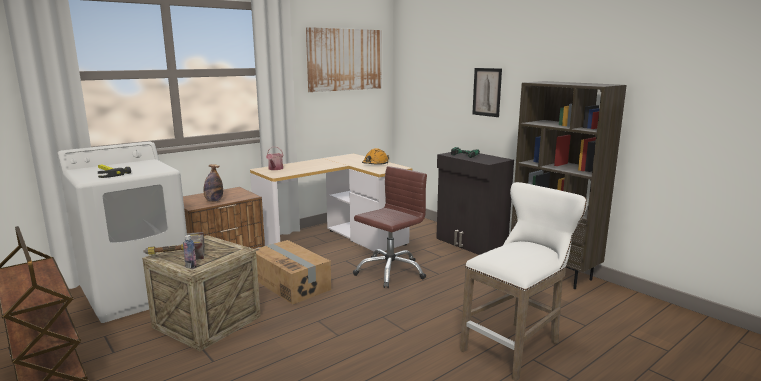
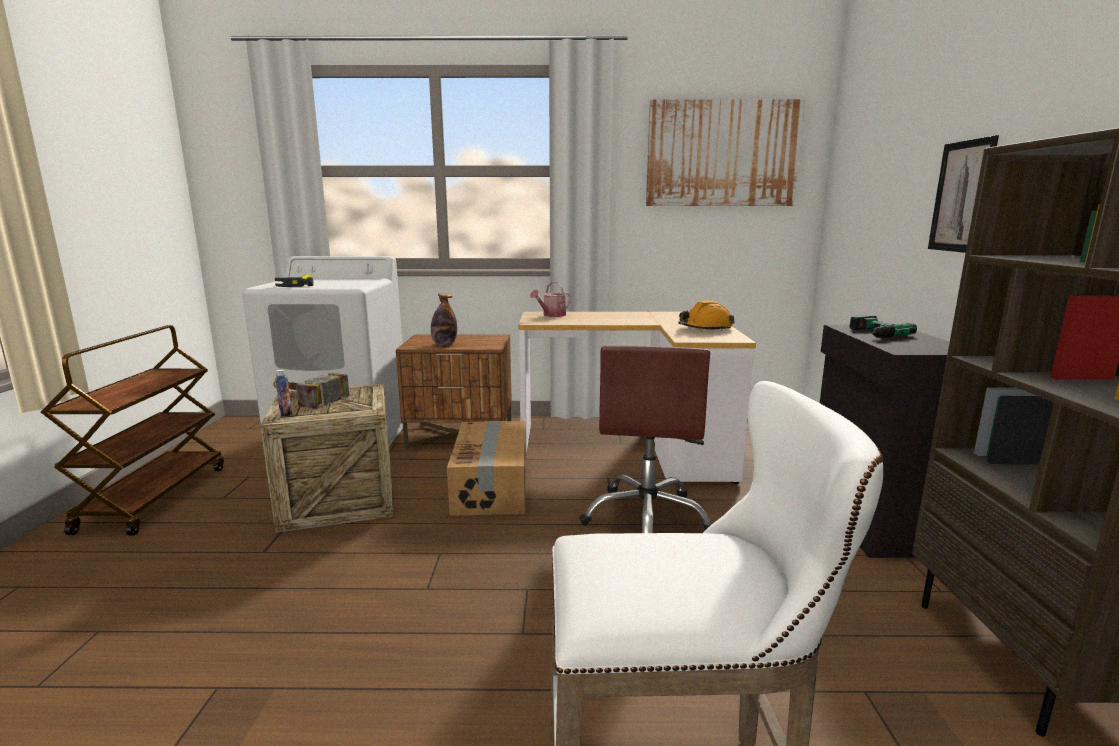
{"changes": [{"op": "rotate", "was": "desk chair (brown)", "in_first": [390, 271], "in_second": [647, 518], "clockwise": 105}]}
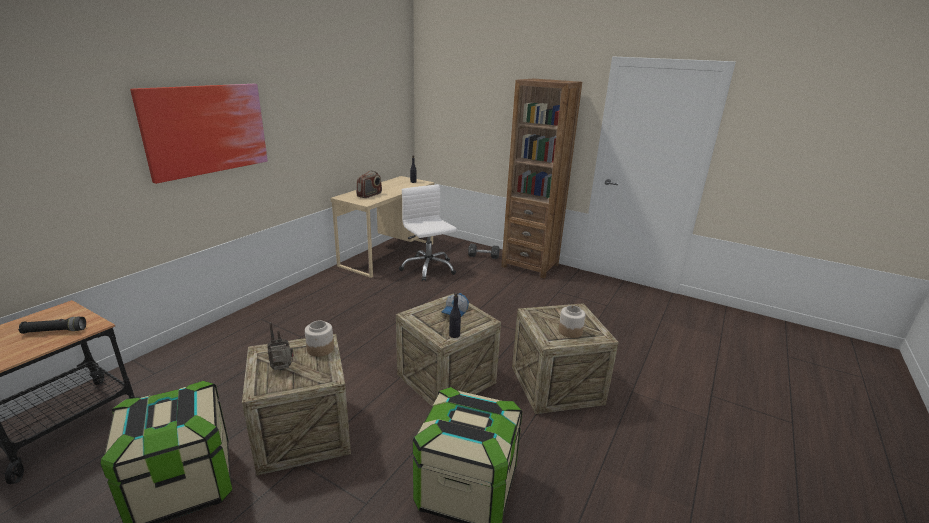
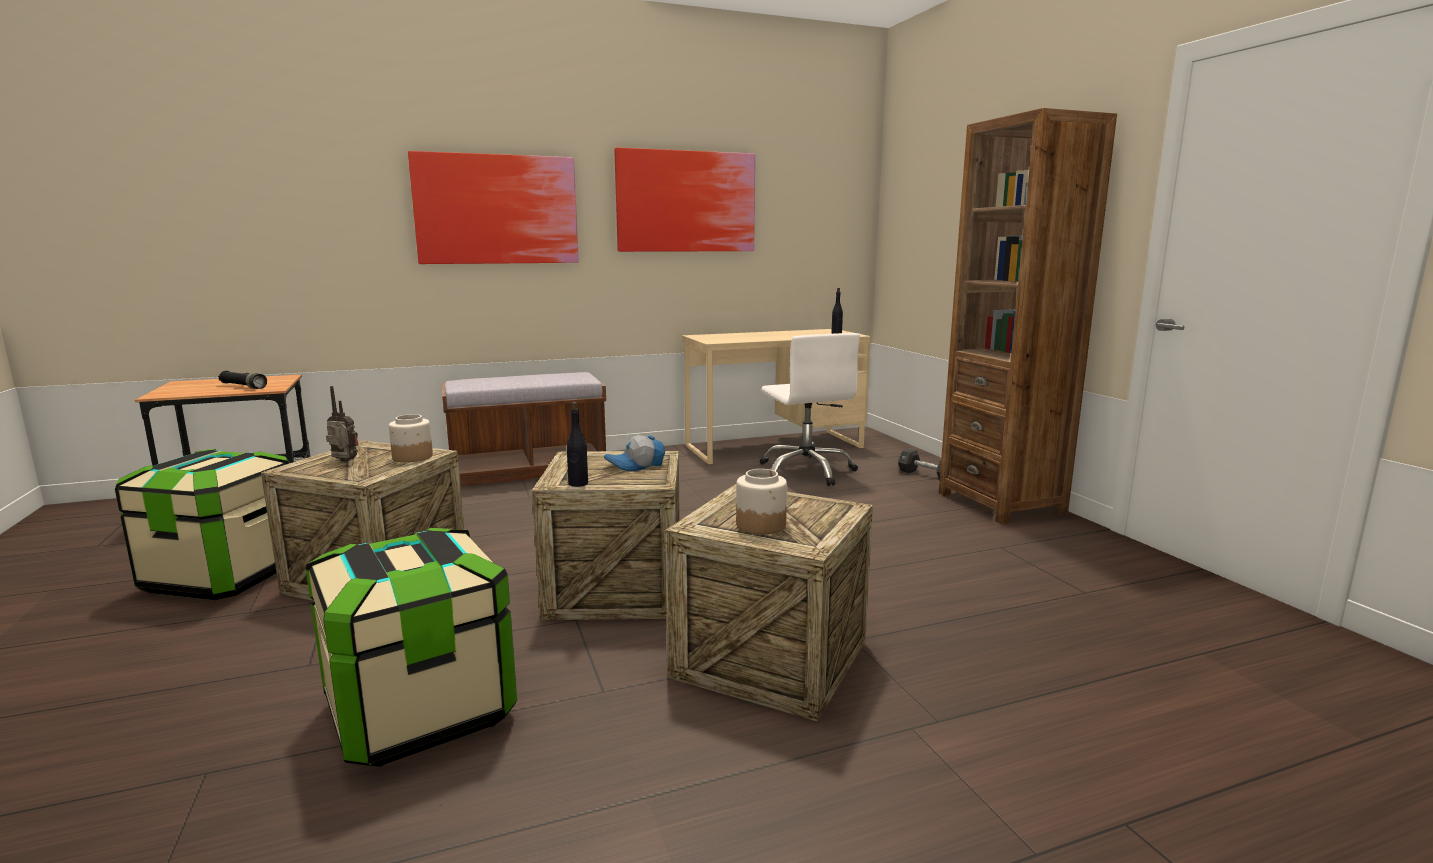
{"changes": [{"op": "delete", "was": "radio receiver", "in_first": [369, 195]}, {"op": "rotate", "was": "desk chair (whitish)", "in_first": [428, 268], "in_second": [806, 471], "clockwise": 150}, {"op": "insert", "now": "wall picture", "in_second": [686, 202]}, {"op": "insert", "now": "indoor bench (brown)", "in_second": [528, 470]}]}
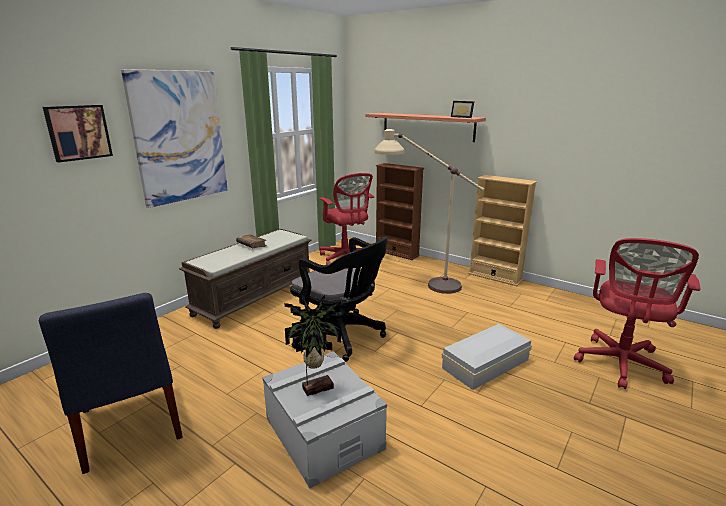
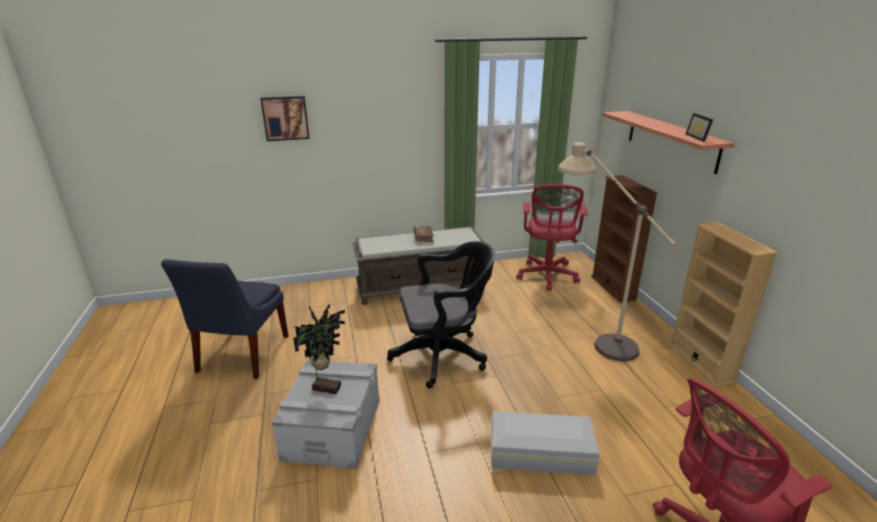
{"changes": [{"op": "delete", "was": "wall picture", "in_first": [179, 137]}, {"op": "rotate", "was": "desk chair (black)", "in_first": [341, 336], "in_second": [443, 355], "clockwise": -90}]}
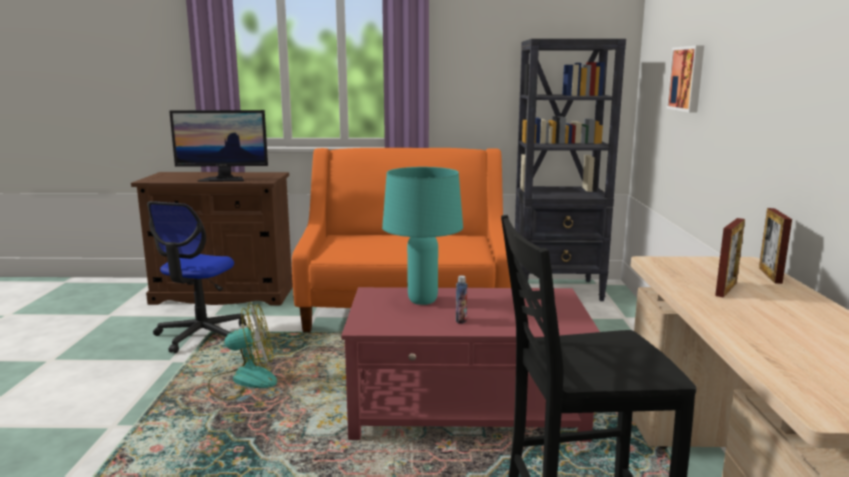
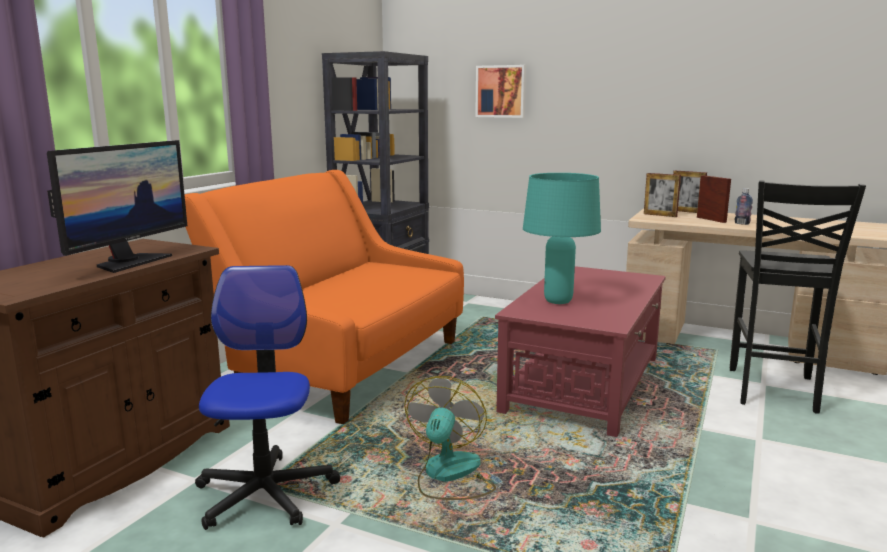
{"changes": [{"op": "rotate", "was": "desk chair", "in_first": [201, 335], "in_second": [265, 493], "clockwise": -135}, {"op": "move", "was": "beverage bottle", "in_first": [461, 320], "in_second": [742, 223]}, {"op": "insert", "now": "photo frame", "in_second": [660, 215]}]}
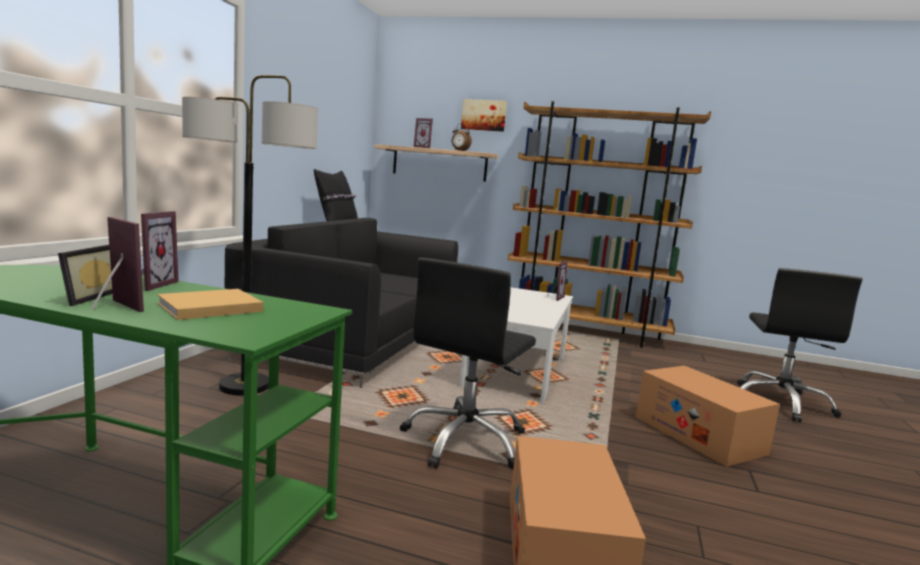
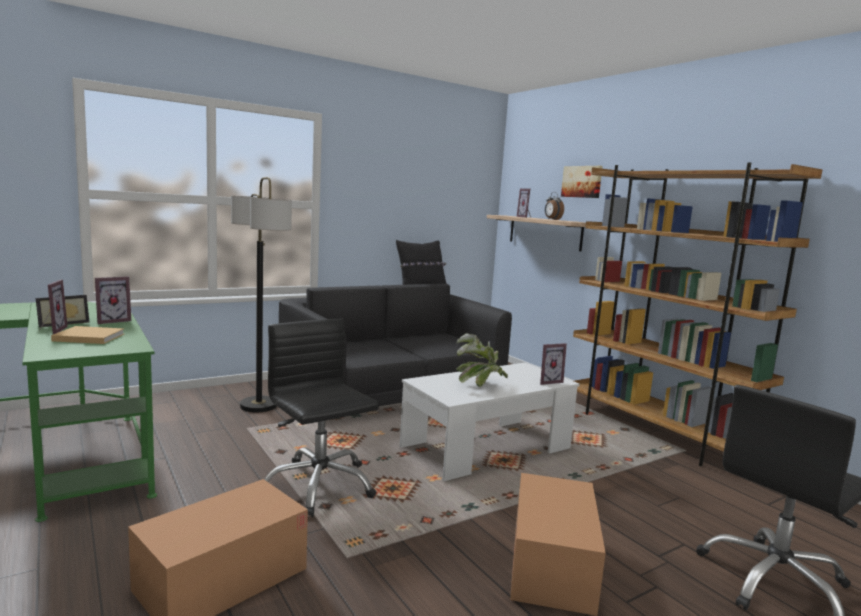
{"changes": [{"op": "rotate", "was": "desk chair (black)", "in_first": [465, 441], "in_second": [318, 486], "clockwise": 75}, {"op": "insert", "now": "plant in a pot", "in_second": [479, 384]}]}
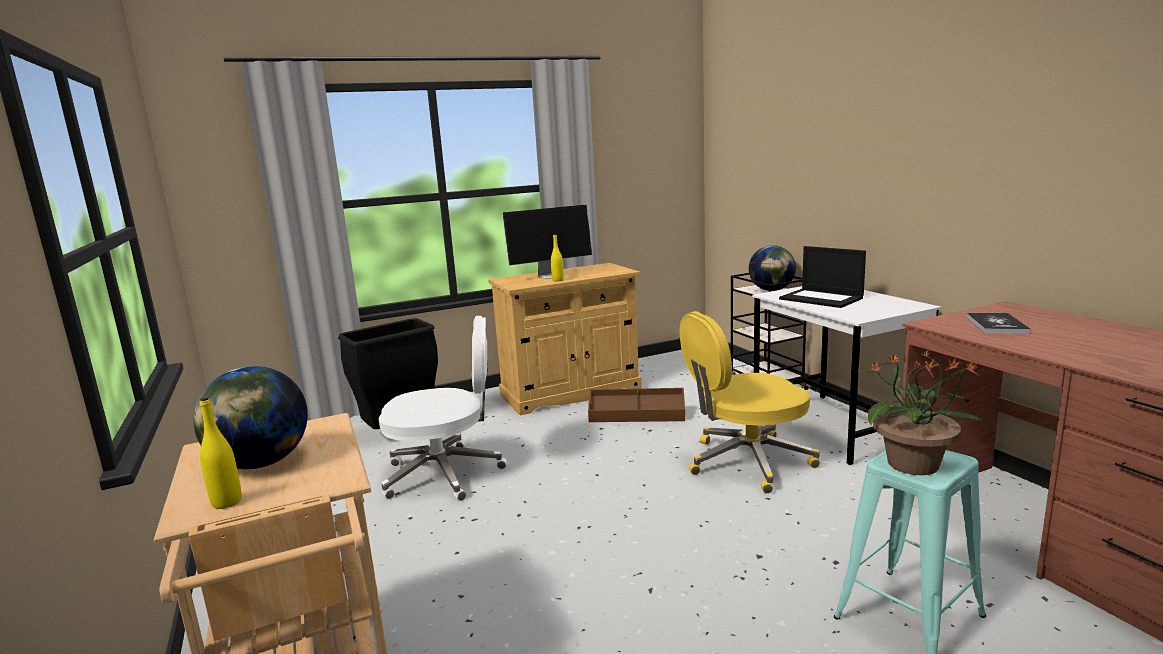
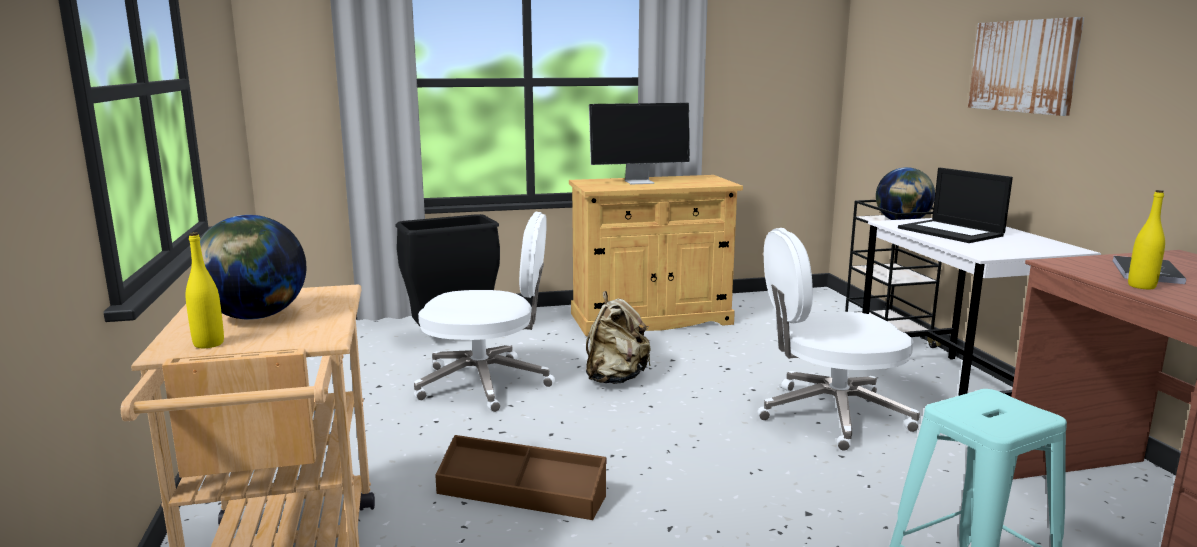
{"changes": [{"op": "move", "was": "beverage bottle (yellow)", "in_first": [558, 280], "in_second": [1141, 286]}, {"op": "recolor", "was": "desk chair (yellow)", "now": "desk chair (whitish)", "in_first": [746, 462], "in_second": [830, 415]}, {"op": "delete", "was": "plant in a pot", "in_first": [914, 465]}, {"op": "move", "was": "storage box (brown)", "in_first": [636, 416], "in_second": [522, 493]}, {"op": "insert", "now": "wall picture", "in_second": [1024, 66]}, {"op": "insert", "now": "backpack (beige-coloured)", "in_second": [615, 379]}]}
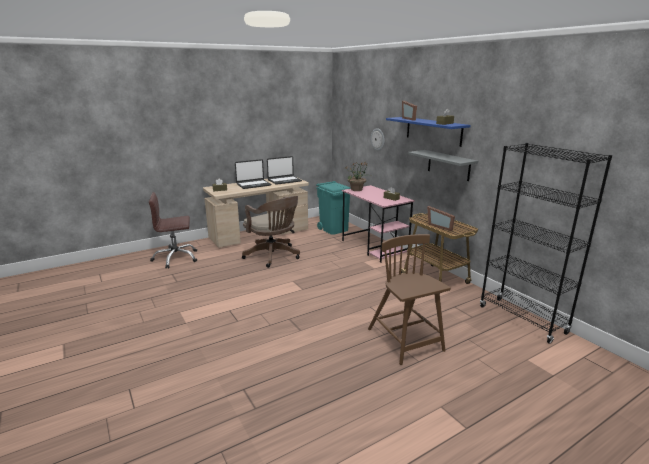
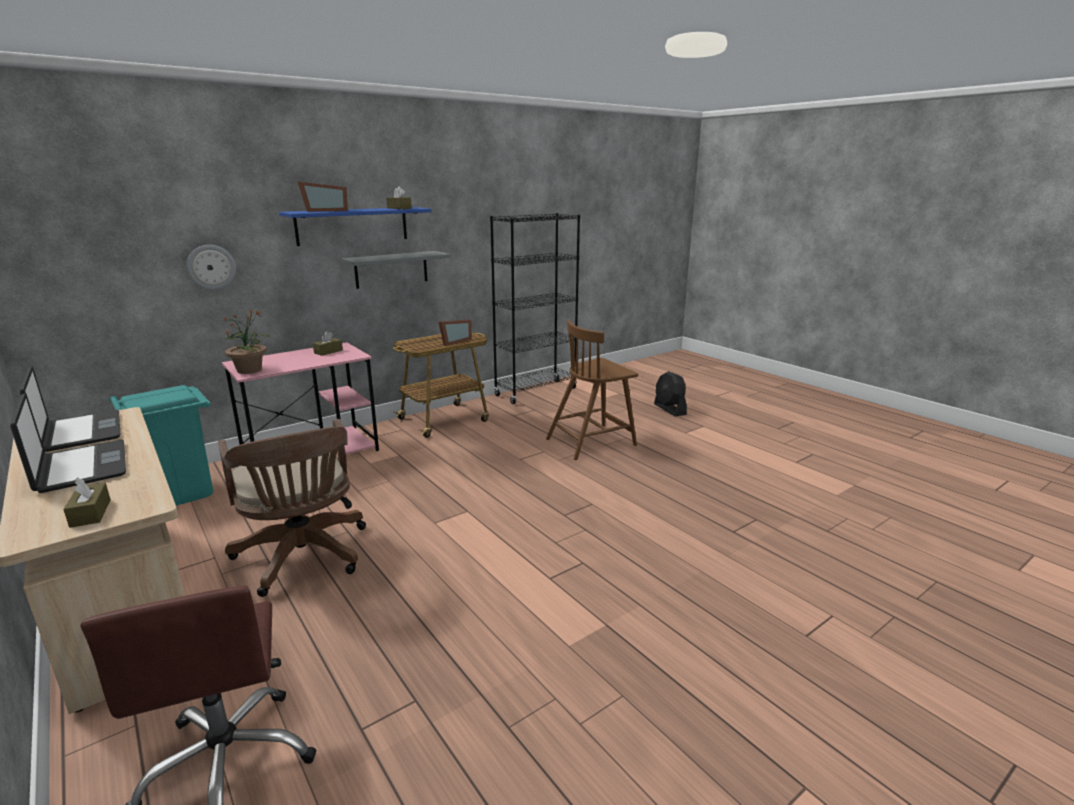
{"changes": [{"op": "rotate", "was": "desk chair (brown)", "in_first": [273, 256], "in_second": [304, 558], "clockwise": 105}, {"op": "insert", "now": "fan (black)", "in_second": [669, 409]}]}
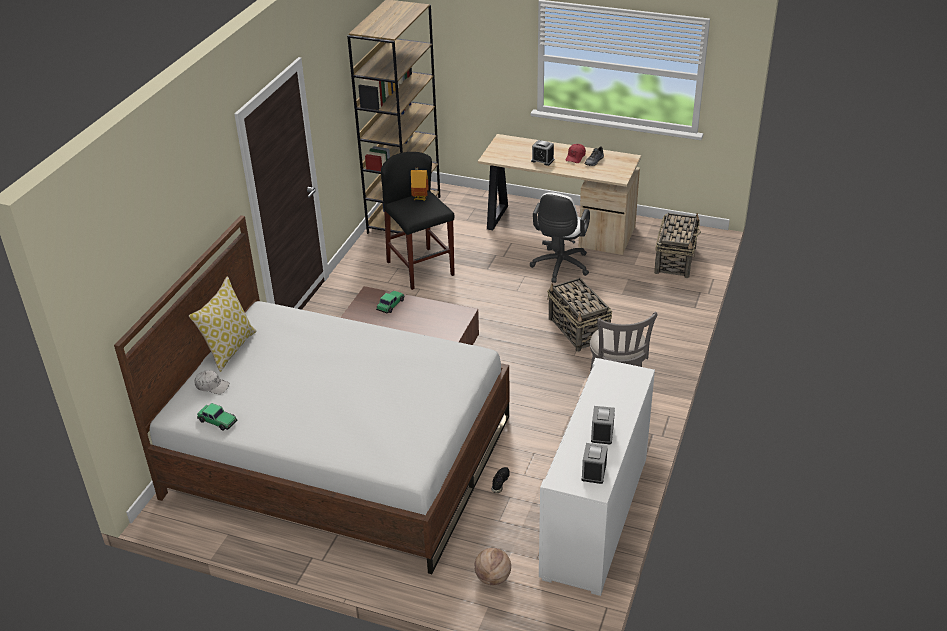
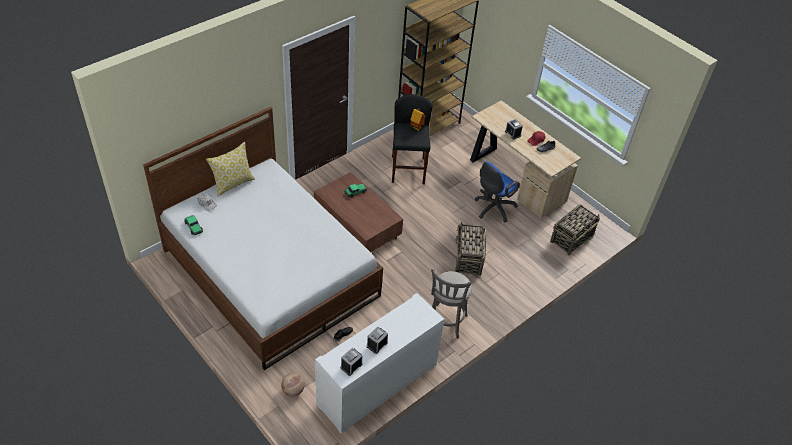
{"changes": [{"op": "recolor", "was": "desk chair (whitish)", "now": "desk chair (blue-coloured)", "in_first": [559, 267], "in_second": [493, 209]}]}
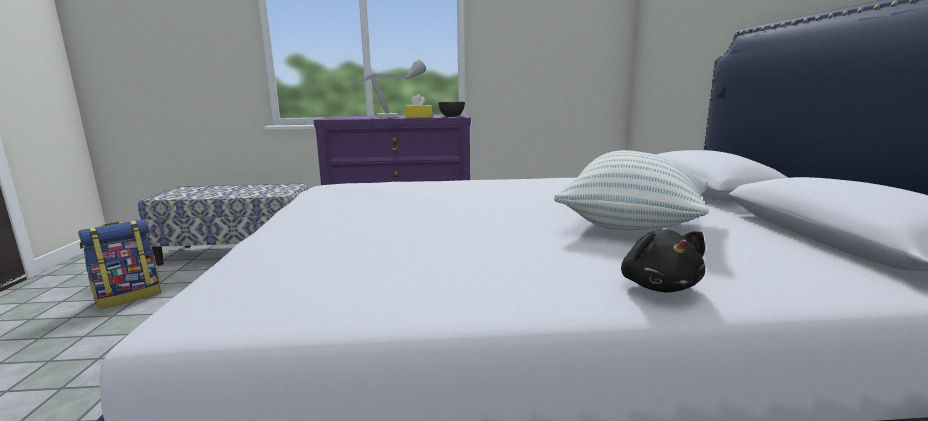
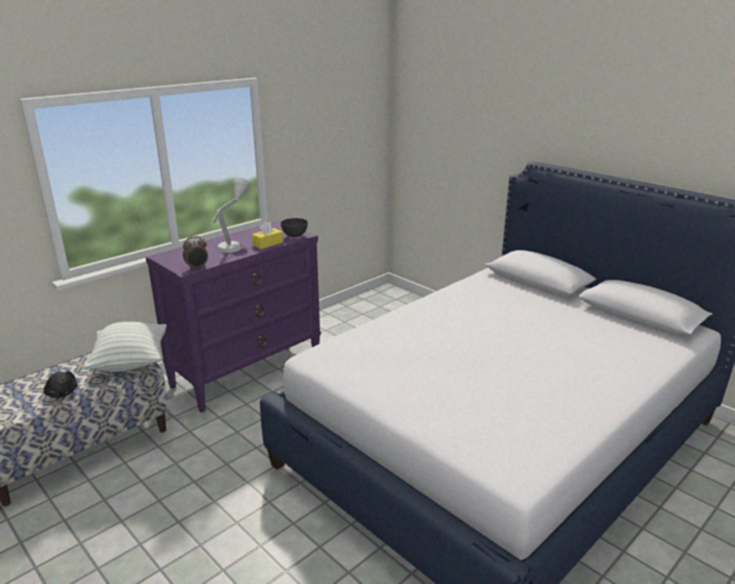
{"changes": [{"op": "move", "was": "pillow", "in_first": [632, 226], "in_second": [130, 363]}, {"op": "delete", "was": "backpack", "in_first": [129, 296]}, {"op": "move", "was": "plush toy (black)", "in_first": [658, 286], "in_second": [62, 393]}, {"op": "insert", "now": "table clock", "in_second": [197, 267]}]}
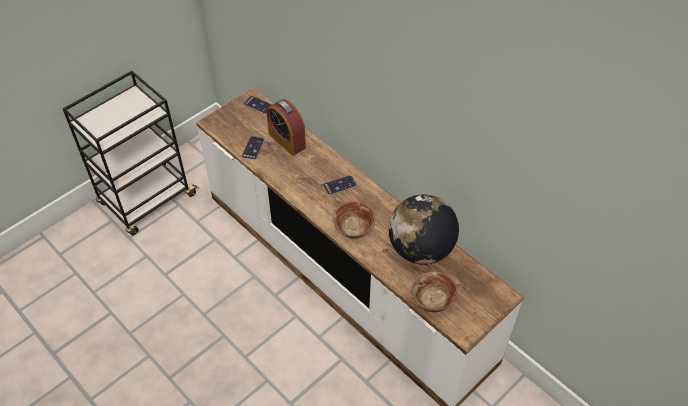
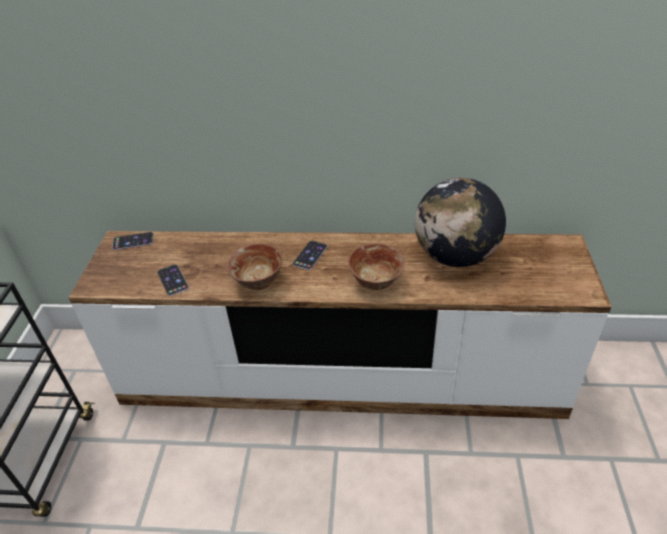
{"changes": [{"op": "delete", "was": "table clock", "in_first": [287, 140]}, {"op": "move", "was": "serving bowl", "in_first": [432, 302], "in_second": [258, 282]}]}
